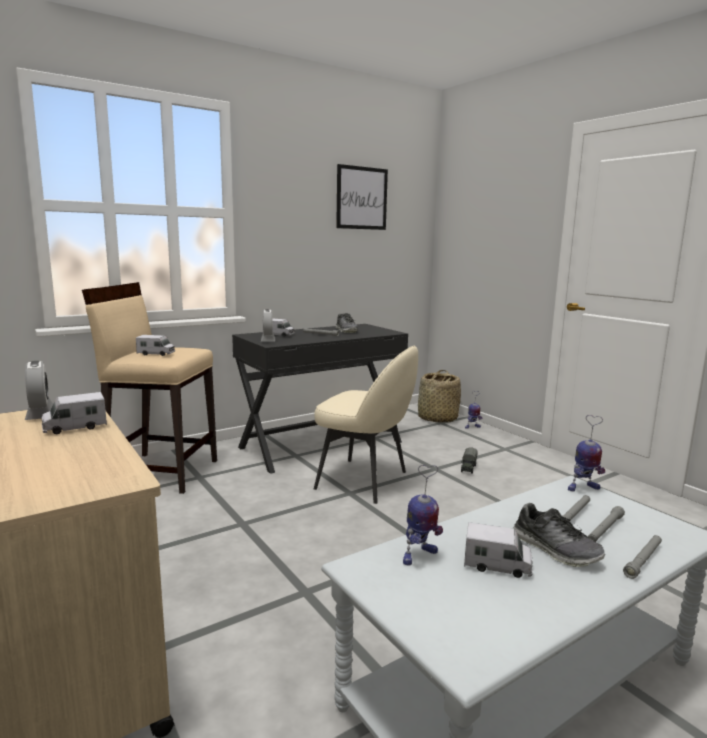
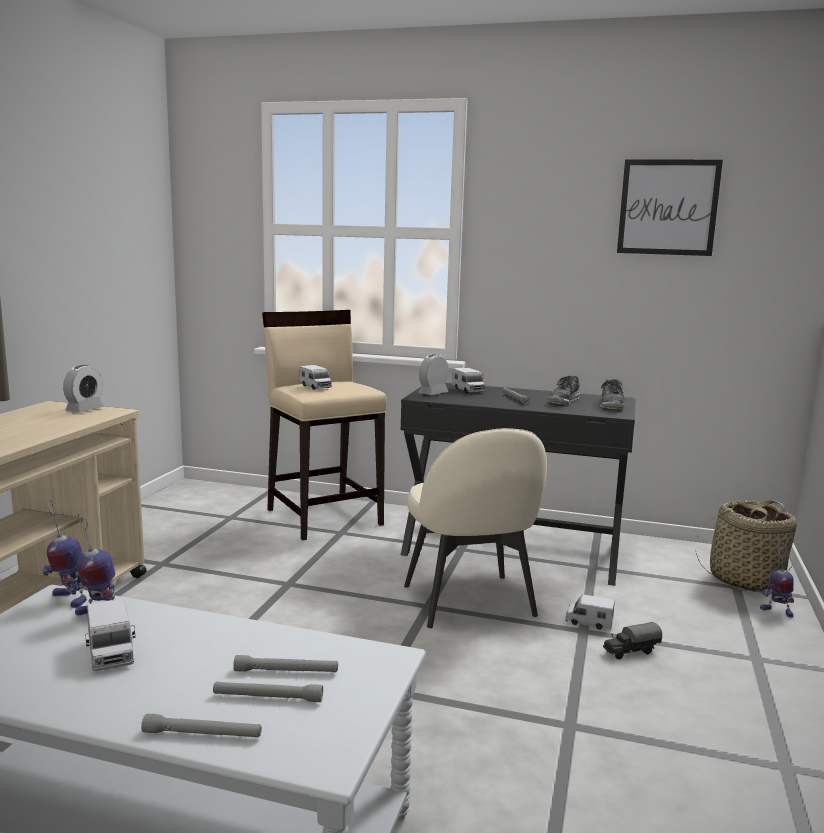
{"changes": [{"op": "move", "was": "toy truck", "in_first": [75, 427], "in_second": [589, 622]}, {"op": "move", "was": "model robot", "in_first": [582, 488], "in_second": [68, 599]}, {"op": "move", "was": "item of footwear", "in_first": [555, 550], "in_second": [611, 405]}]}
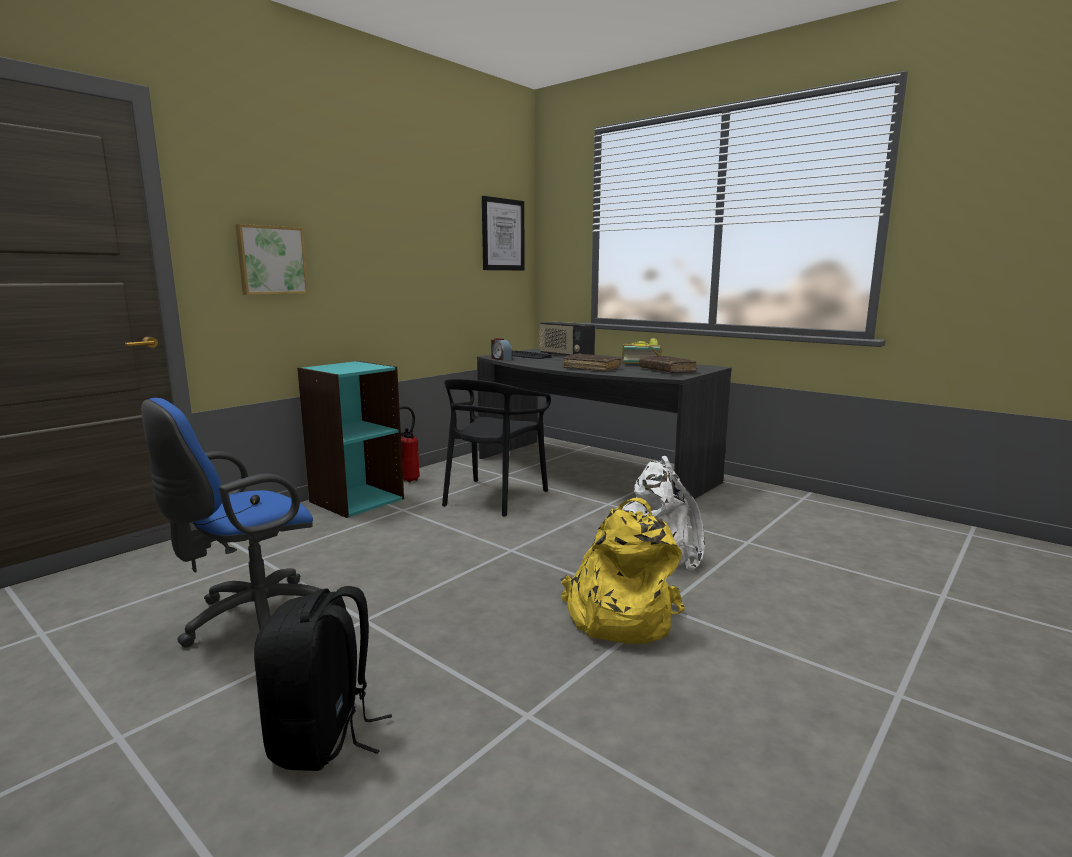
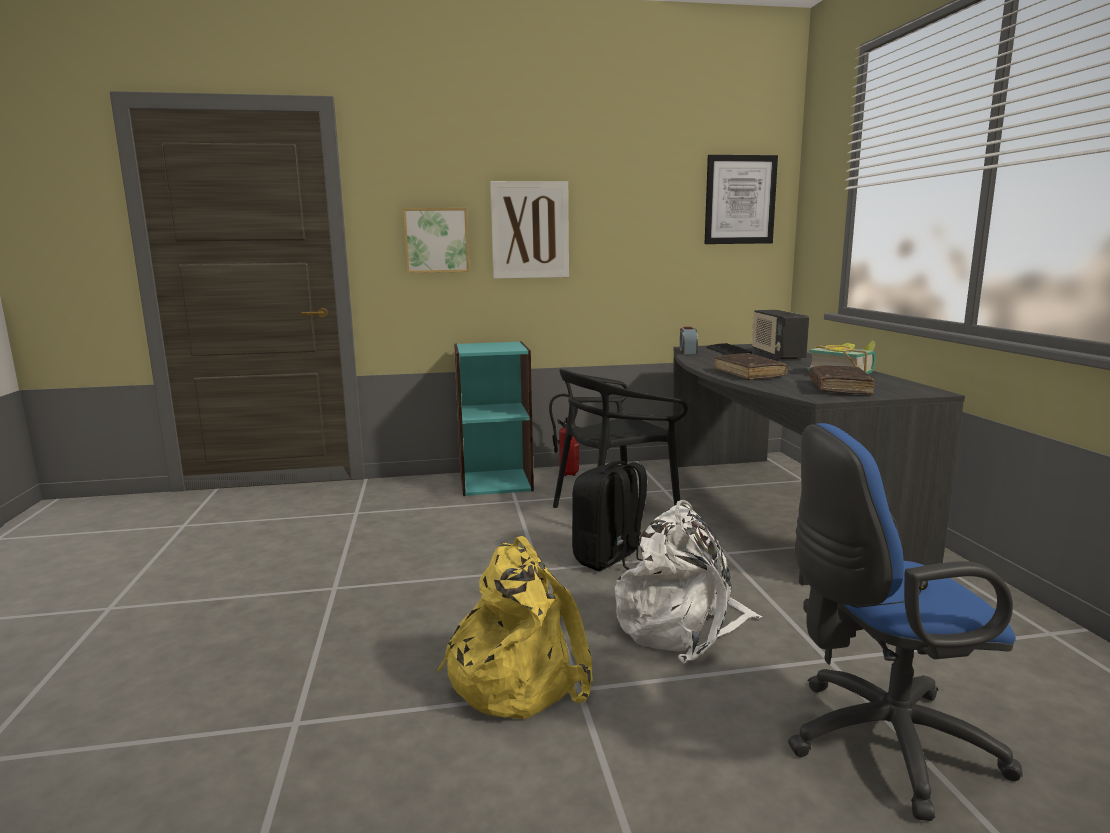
{"changes": [{"op": "move", "was": "desk chair (blue-coloured)", "in_first": [251, 619], "in_second": [879, 743]}, {"op": "move", "was": "backpack (black)", "in_first": [324, 737], "in_second": [610, 560]}, {"op": "insert", "now": "wall picture", "in_second": [530, 230]}]}
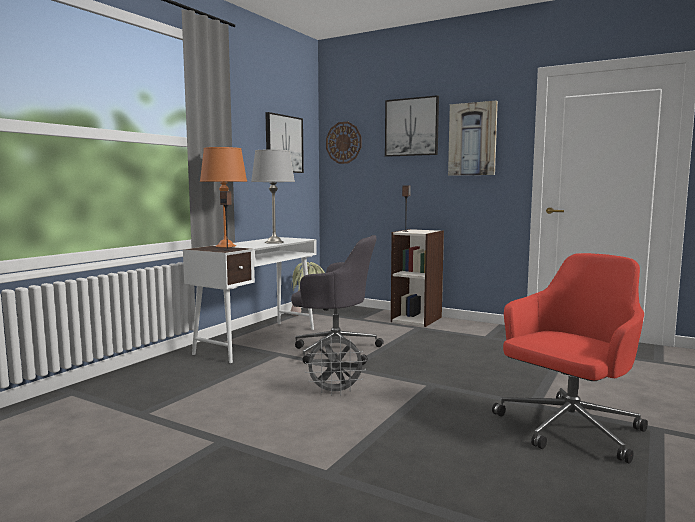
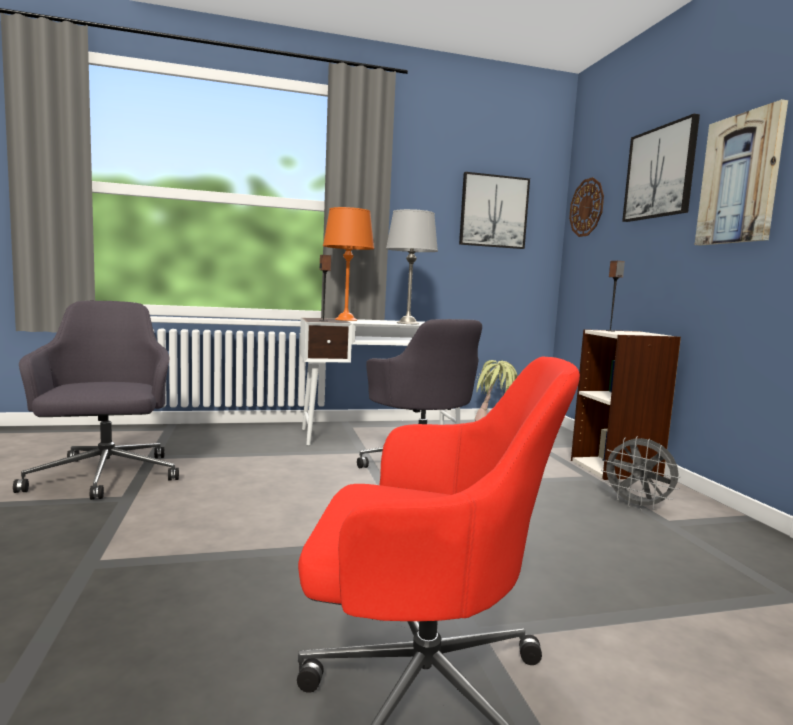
{"changes": [{"op": "move", "was": "fan (grey)", "in_first": [335, 392], "in_second": [637, 506]}, {"op": "insert", "now": "desk chair (grey)", "in_second": [105, 477]}]}
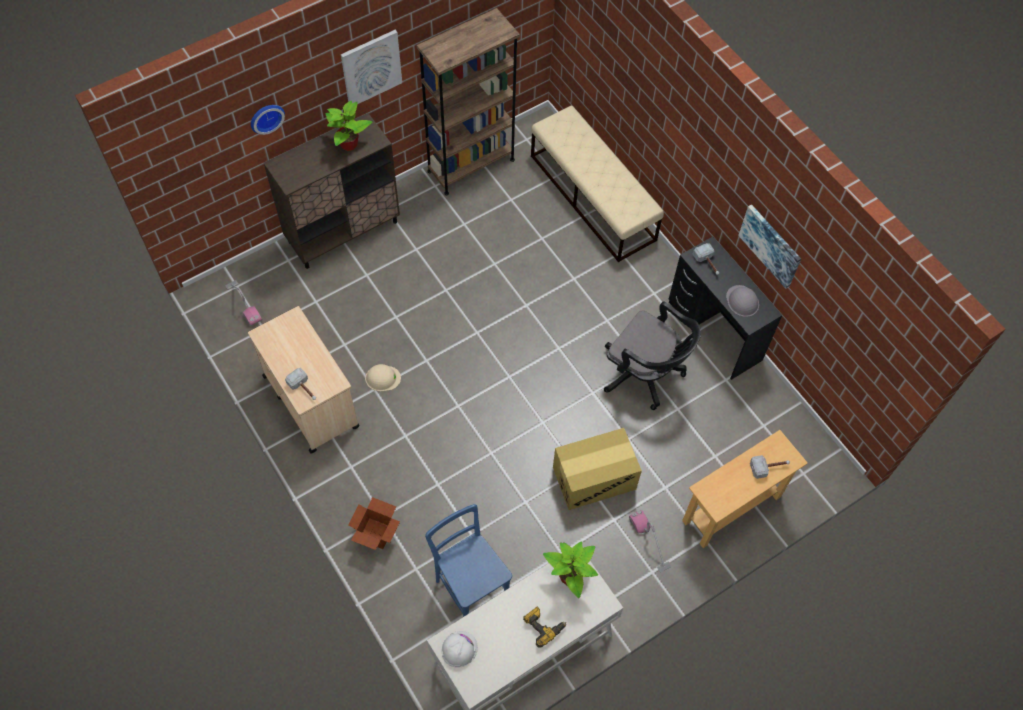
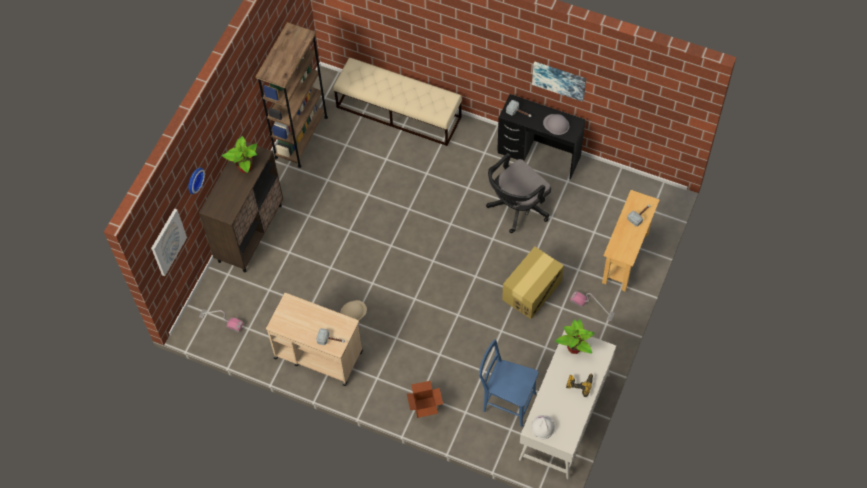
{"changes": [{"op": "move", "was": "wall picture", "in_first": [371, 67], "in_second": [168, 242]}, {"op": "rotate", "was": "desk chair (black)", "in_first": [645, 374], "in_second": [516, 208], "clockwise": 135}]}
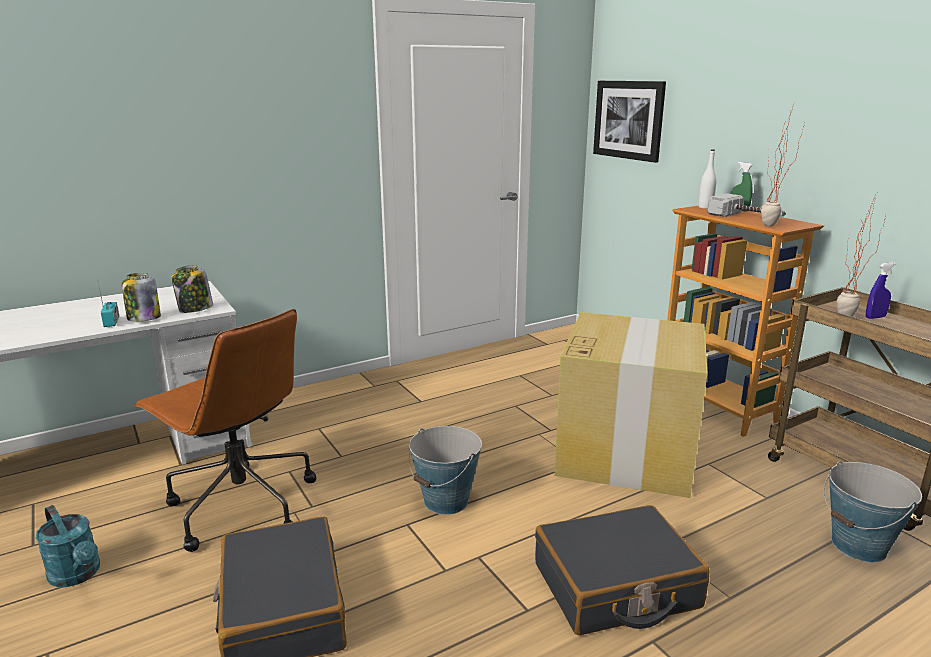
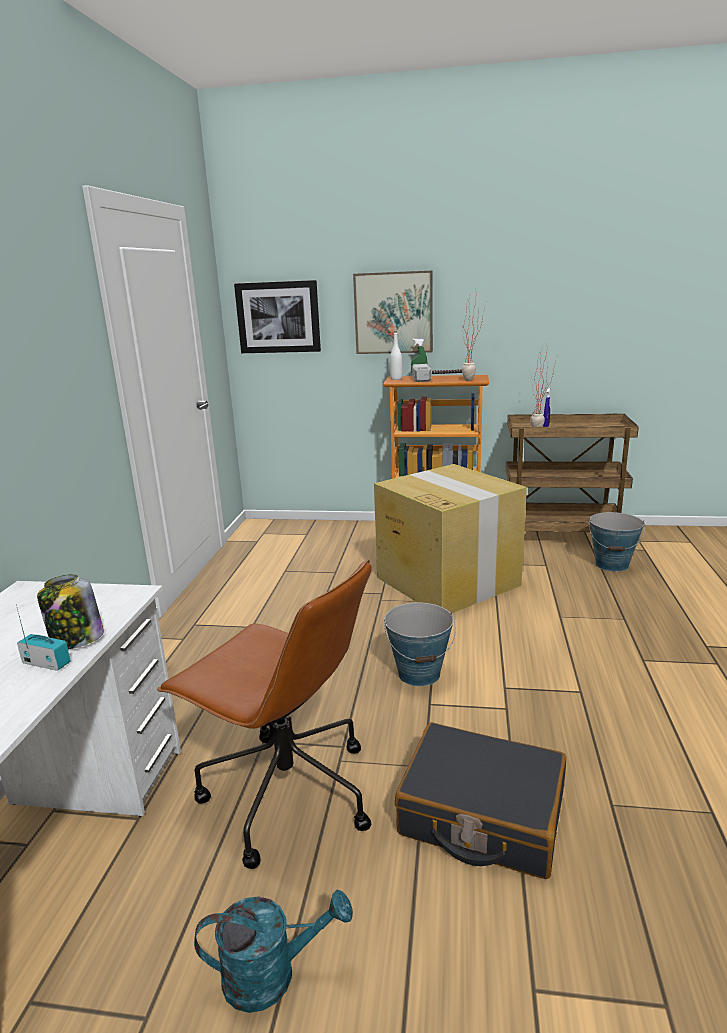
{"changes": [{"op": "delete", "was": "preserve jar", "in_first": [195, 309]}, {"op": "rotate", "was": "desk chair (brown)", "in_first": [241, 505], "in_second": [285, 793], "clockwise": 45}, {"op": "delete", "was": "suitcase (black)", "in_first": [616, 586]}, {"op": "insert", "now": "wall picture", "in_second": [393, 313]}]}
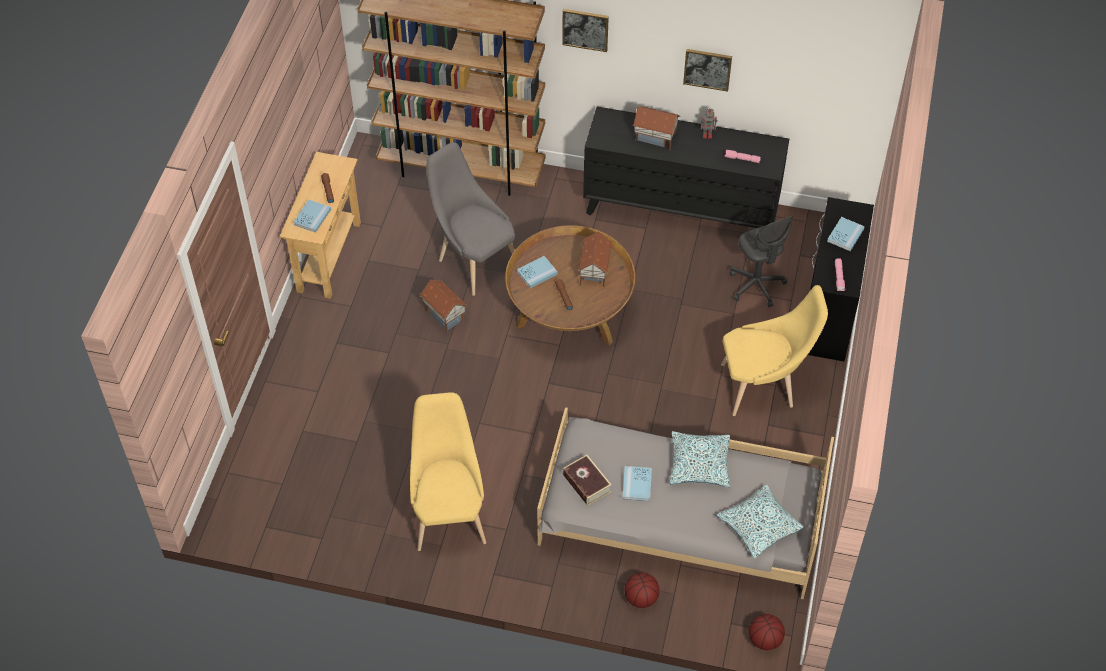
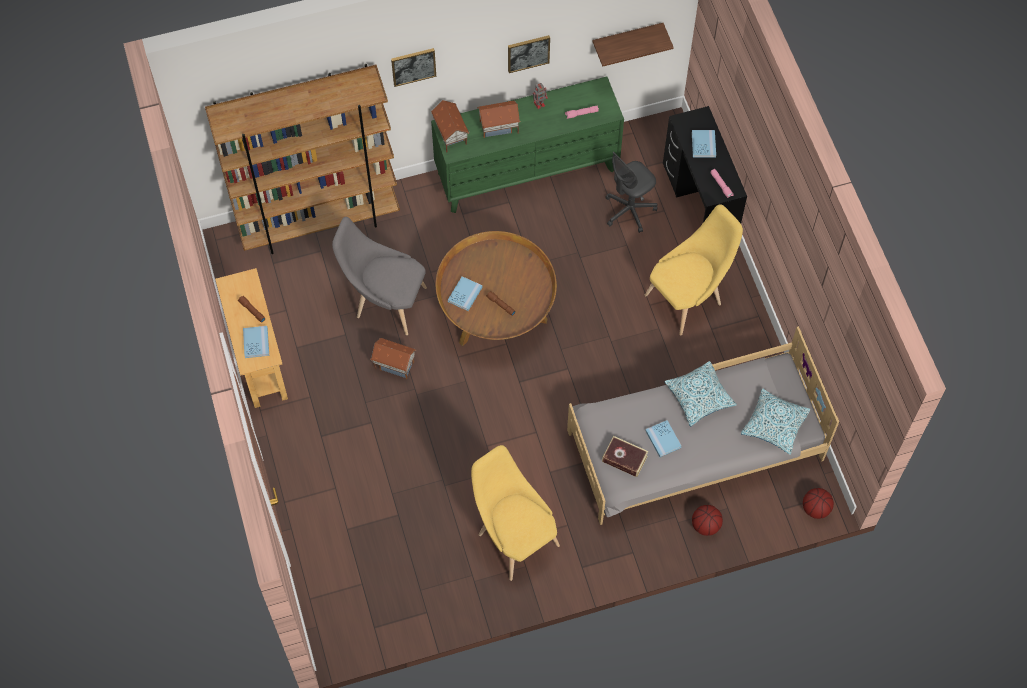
{"changes": [{"op": "recolor", "was": "dresser (black)", "now": "dresser (green-coloured)", "in_first": [681, 210], "in_second": [527, 171]}, {"op": "rotate", "was": "desk chair (grey)", "in_first": [756, 285], "in_second": [629, 211], "clockwise": 105}, {"op": "move", "was": "miniature house", "in_first": [593, 271], "in_second": [450, 135]}, {"op": "insert", "now": "wall shelf", "in_second": [627, 39]}]}
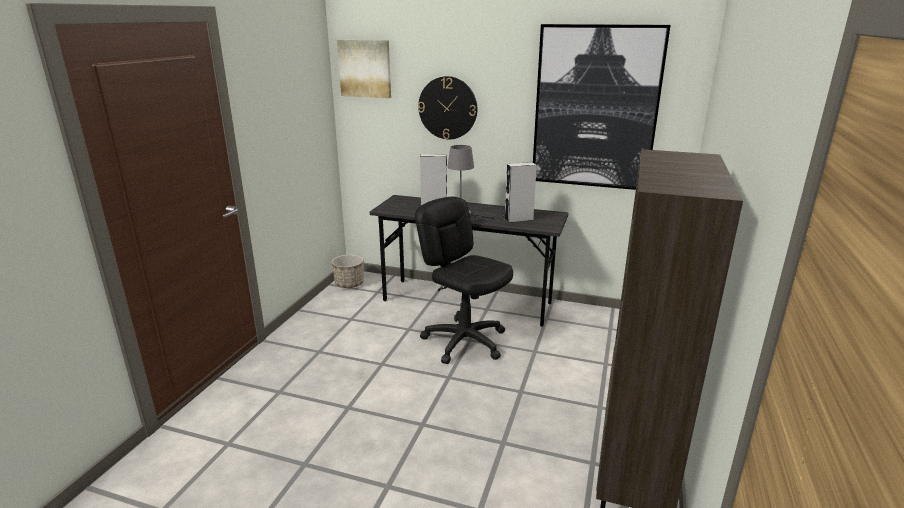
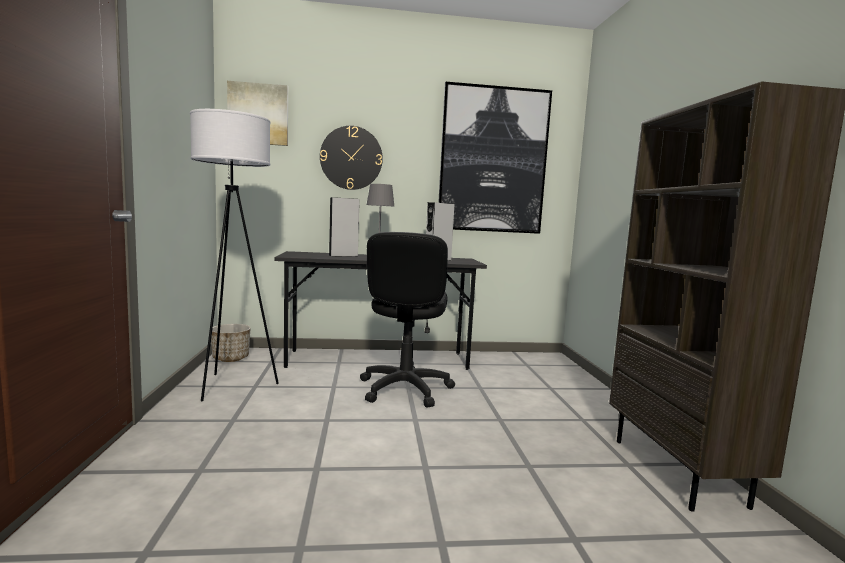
{"changes": [{"op": "rotate", "was": "desk chair (black)", "in_first": [465, 341], "in_second": [404, 389], "clockwise": -105}, {"op": "insert", "now": "standard lamp (whitish)", "in_second": [233, 386]}]}
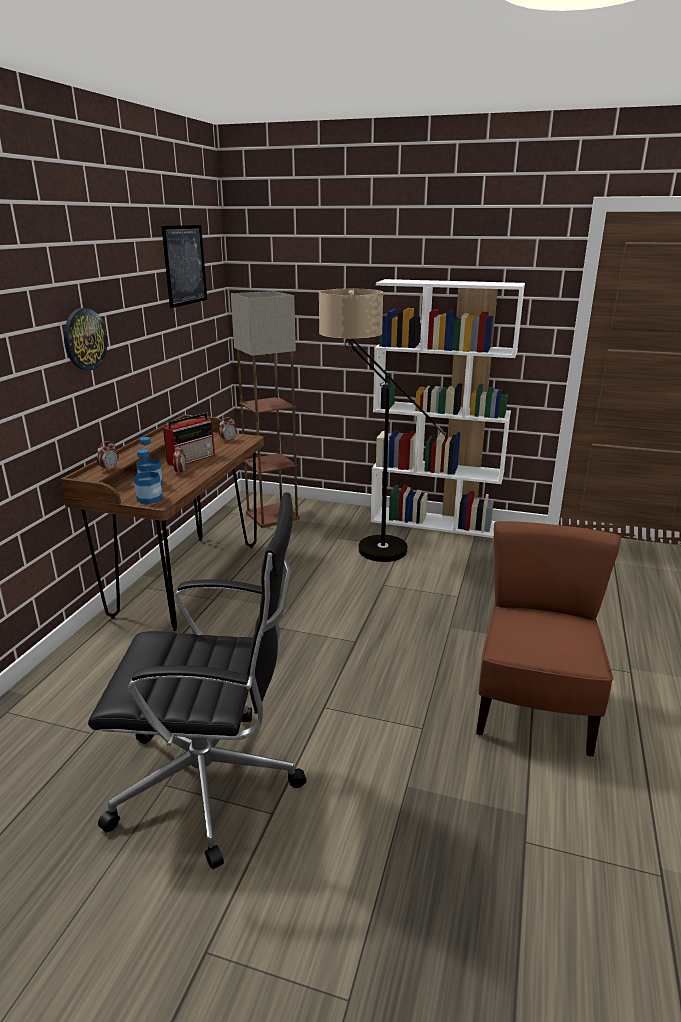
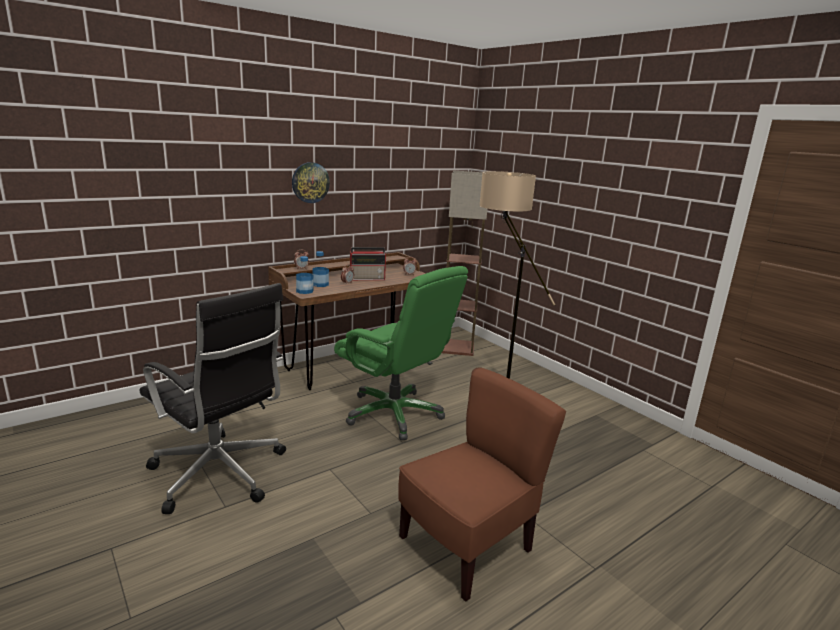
{"changes": [{"op": "delete", "was": "wall picture", "in_first": [185, 265]}, {"op": "delete", "was": "bookshelf (whitish)", "in_first": [435, 522]}, {"op": "insert", "now": "desk chair (green-coloured)", "in_second": [394, 414]}]}
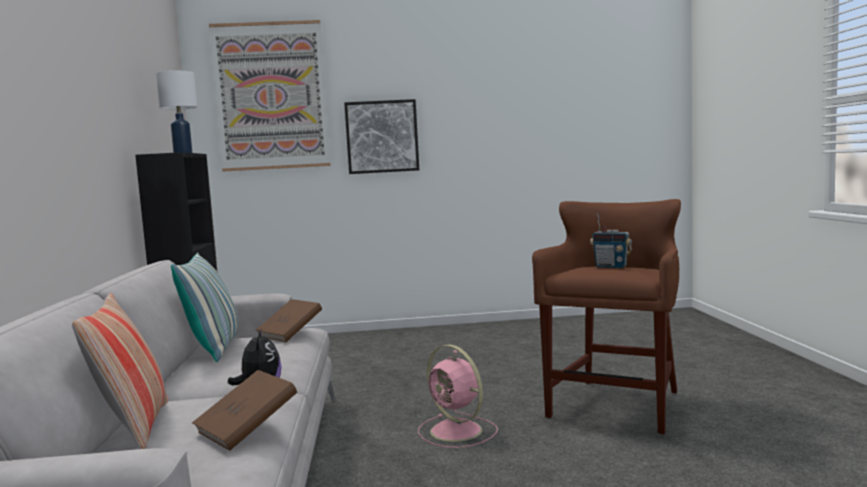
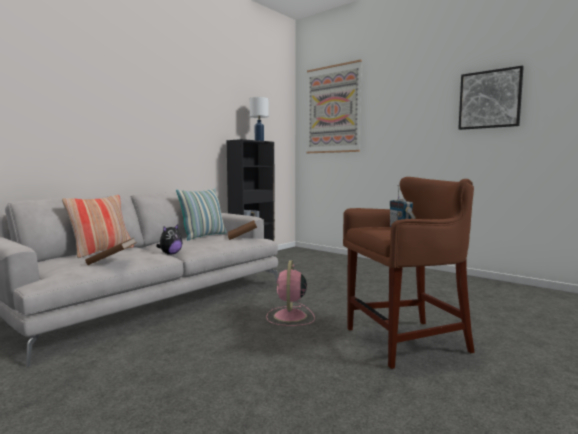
{"changes": [{"op": "move", "was": "wall picture", "in_first": [382, 136], "in_second": [489, 99]}]}
